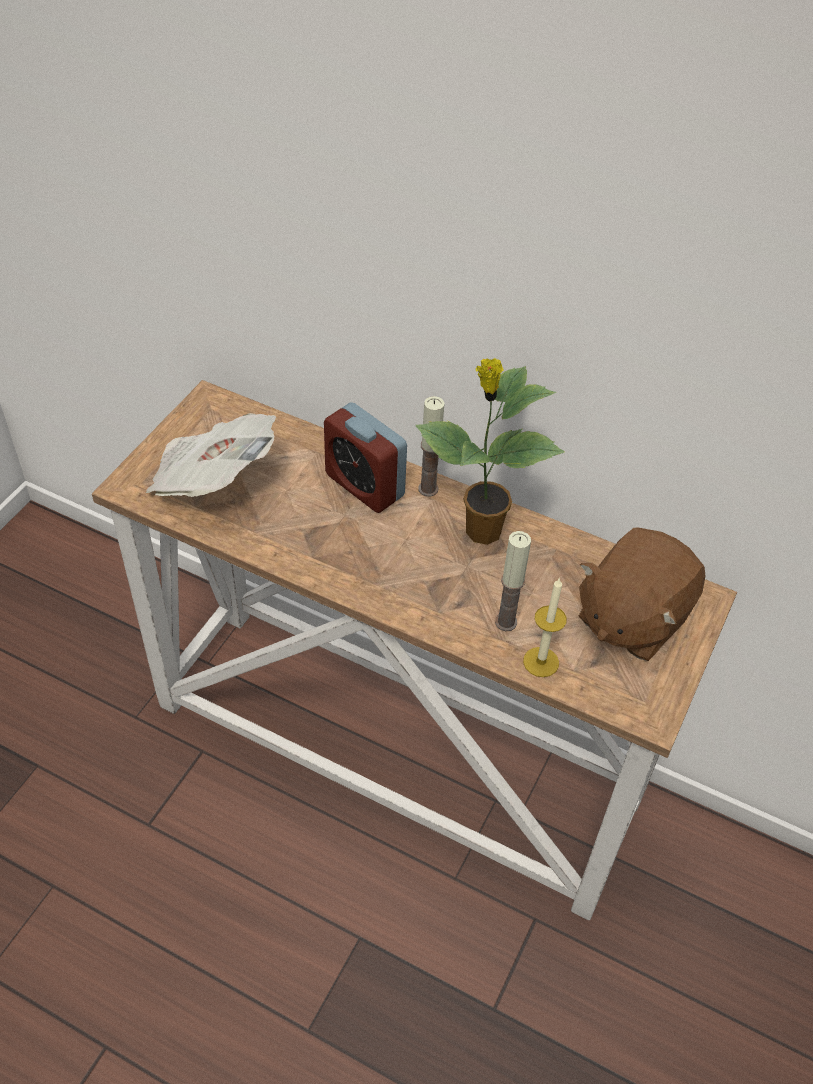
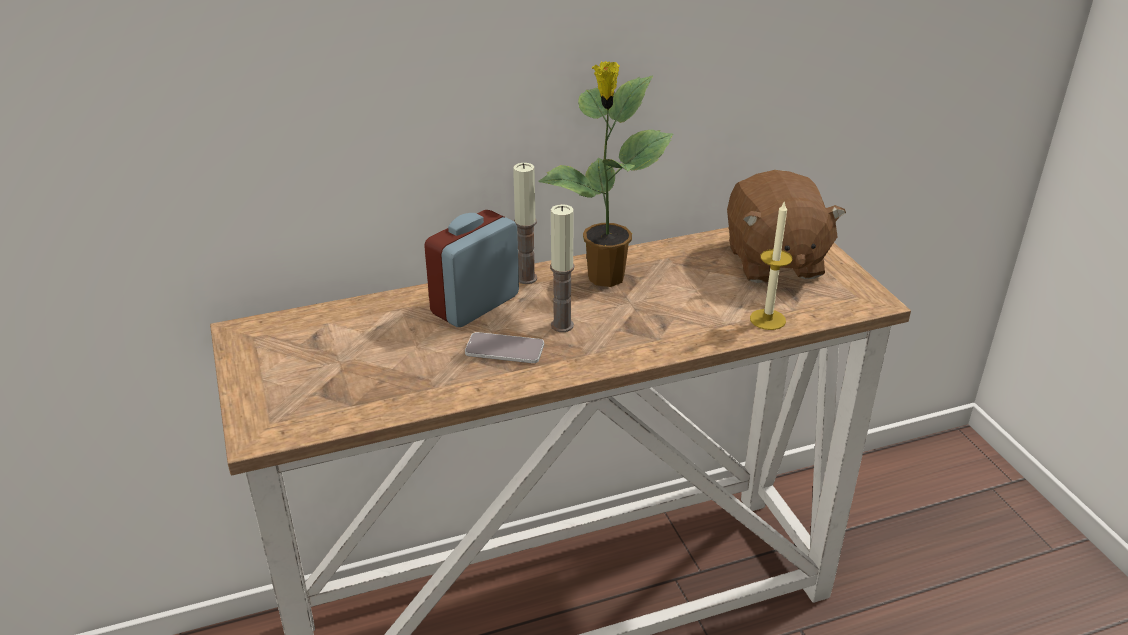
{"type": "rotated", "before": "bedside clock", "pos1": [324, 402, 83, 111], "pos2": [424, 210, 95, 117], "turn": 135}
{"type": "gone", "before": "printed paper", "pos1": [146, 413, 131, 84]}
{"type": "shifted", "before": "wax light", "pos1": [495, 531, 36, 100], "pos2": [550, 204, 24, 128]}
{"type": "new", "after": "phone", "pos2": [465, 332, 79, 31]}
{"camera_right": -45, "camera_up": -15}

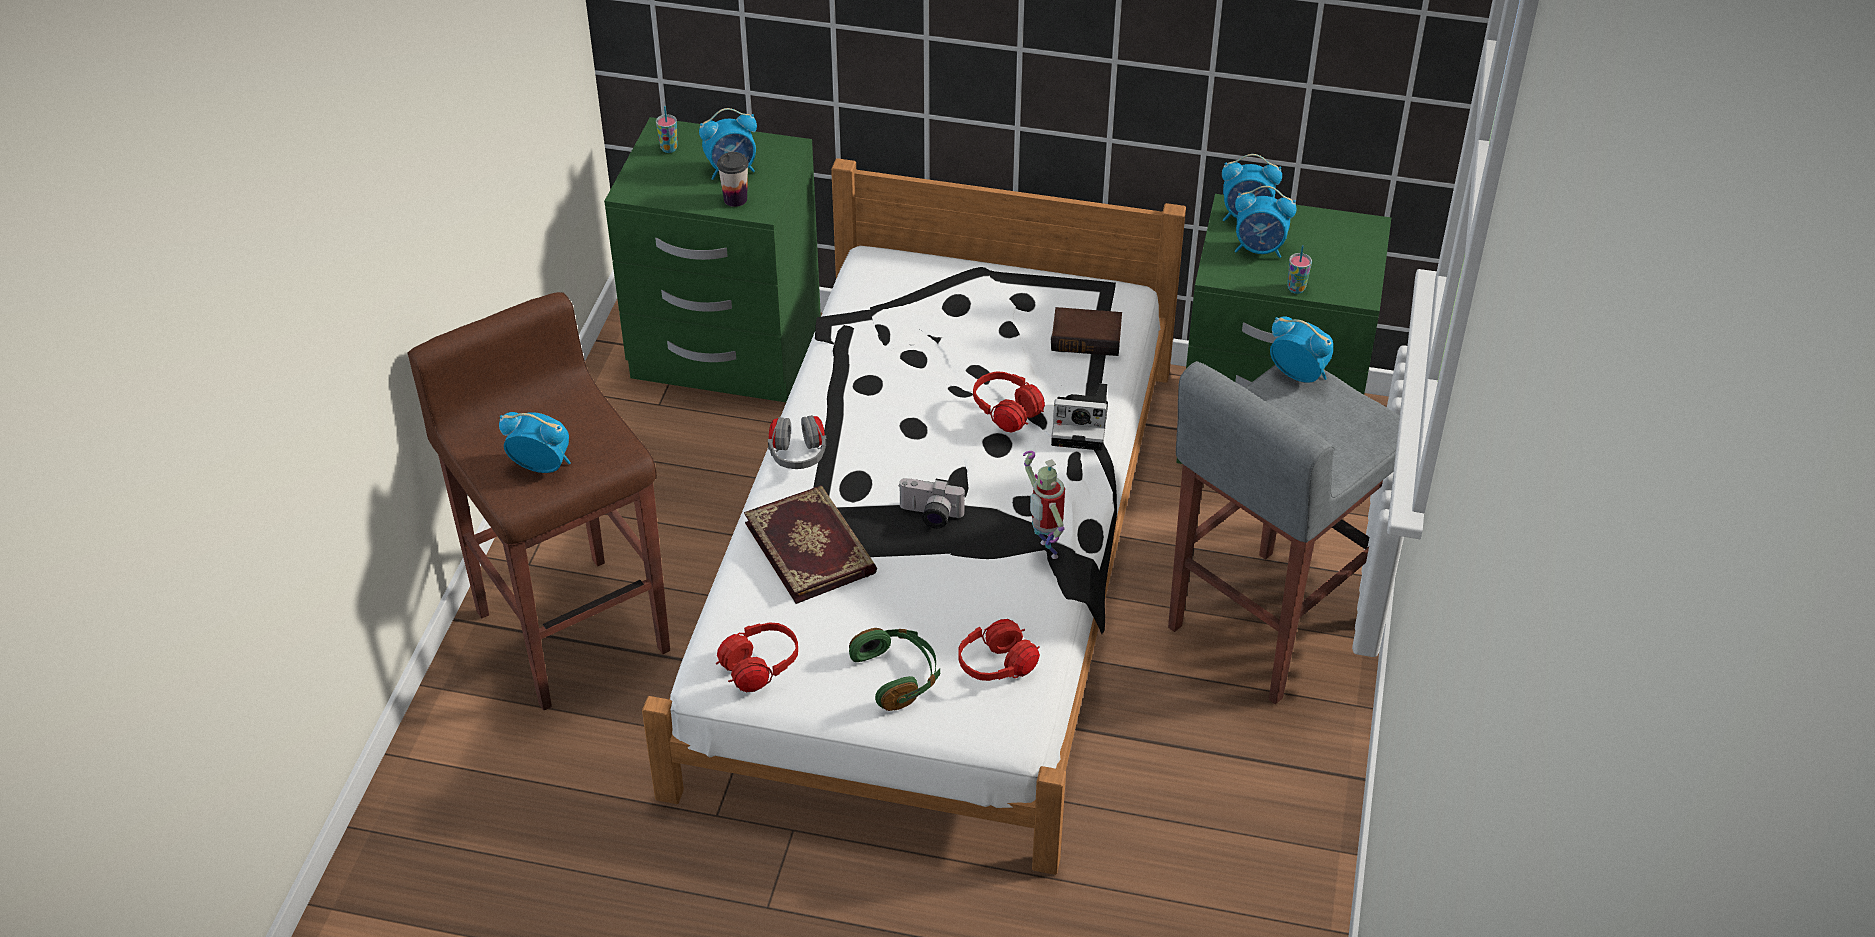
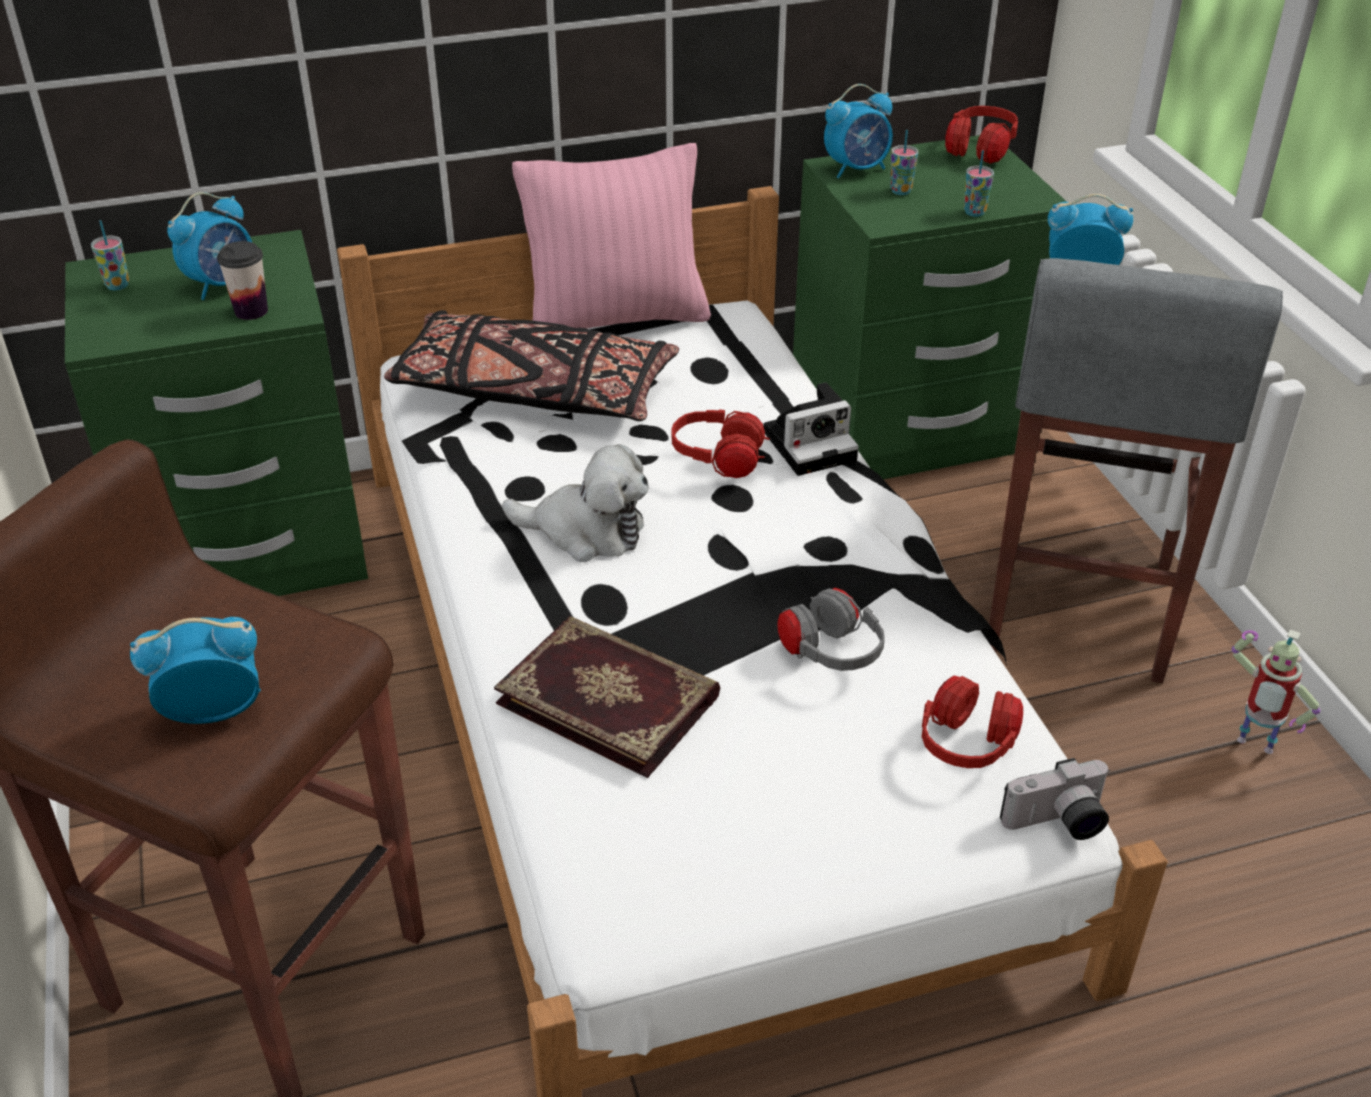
{"type": "swapped", "before": "bedside clock", "after": "small cup", "pos1": [1235, 186, 61, 72], "pos2": [890, 130, 28, 65]}
{"type": "gone", "before": "volume", "pos1": [1051, 307, 71, 49]}
{"type": "shifted", "before": "greyish headphones", "pos1": [768, 415, 59, 54], "pos2": [777, 588, 108, 83]}
{"type": "shifted", "before": "model robot", "pos1": [1023, 451, 42, 108], "pos2": [1231, 630, 90, 124]}
{"type": "shifted", "before": "still camera", "pos1": [899, 478, 66, 50], "pos2": [1000, 758, 110, 82]}
{"type": "shifted", "before": "reddish headphones", "pos1": [716, 623, 82, 69], "pos2": [945, 106, 73, 58]}
{"type": "gone", "before": "greenish headphones", "pos1": [849, 628, 91, 83]}
{"type": "new", "after": "pink cushion", "pos2": [512, 143, 199, 186]}
{"type": "new", "after": "black cushion", "pos2": [384, 310, 295, 111]}
{"type": "new", "after": "plush toy", "pos2": [502, 444, 147, 118]}
{"camera_right": -30, "camera_up": -5}

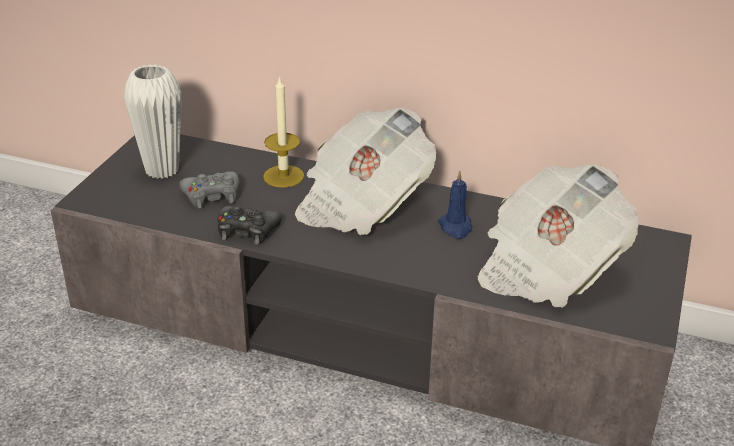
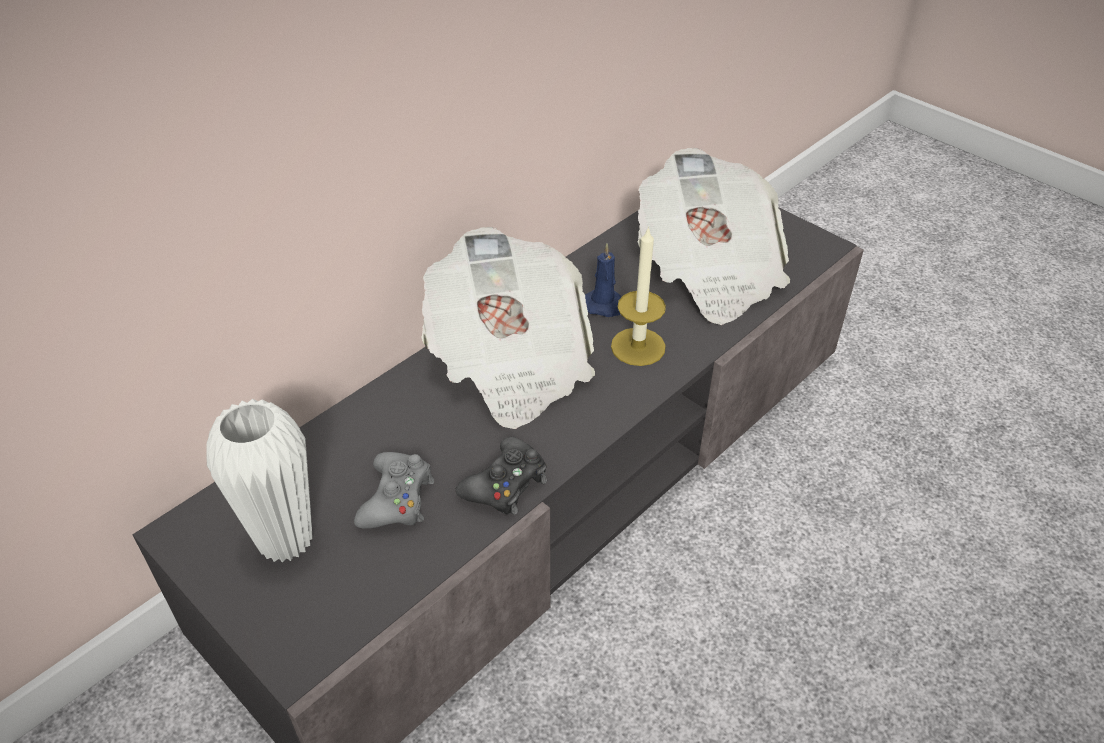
{"type": "shifted", "before": "wax light", "pos1": [263, 76, 41, 112], "pos2": [611, 226, 55, 140]}
{"camera_right": -65, "camera_up": 10}

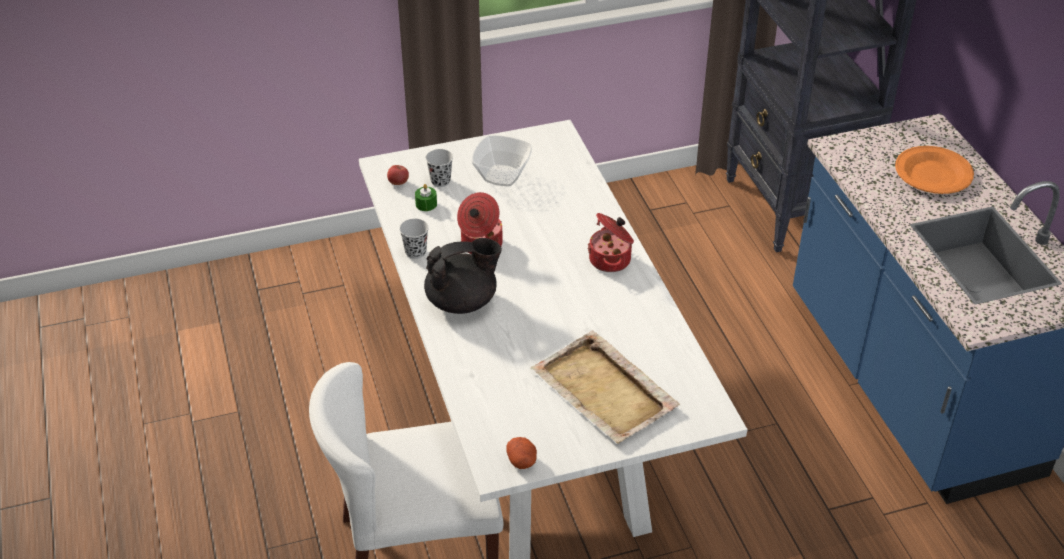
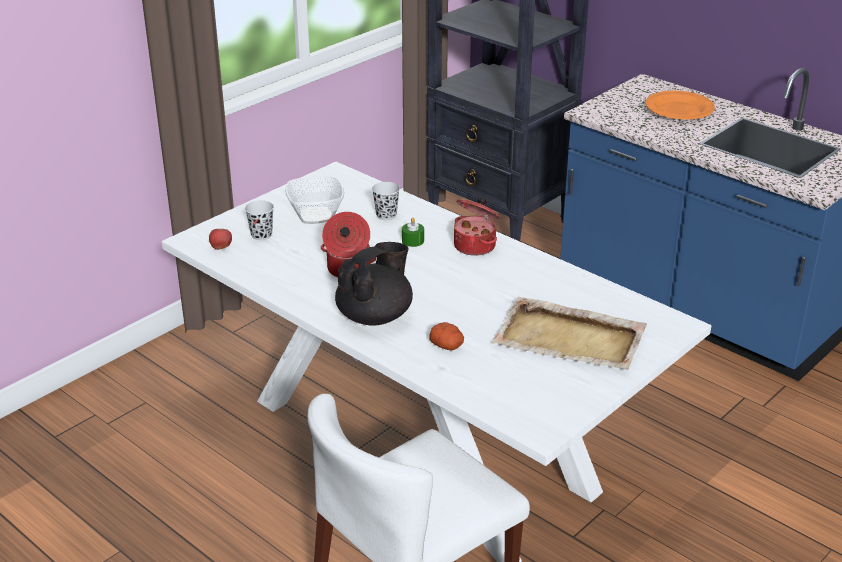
{"type": "shifted", "before": "greenish wax light", "pos1": [415, 184, 22, 27], "pos2": [402, 218, 22, 29]}
{"type": "shifted", "before": "black small cup", "pos1": [399, 219, 30, 40], "pos2": [372, 182, 28, 38]}
{"type": "shifted", "before": "whole potato", "pos1": [506, 437, 31, 32], "pos2": [429, 322, 35, 28]}
{"camera_right": -30, "camera_up": -10}

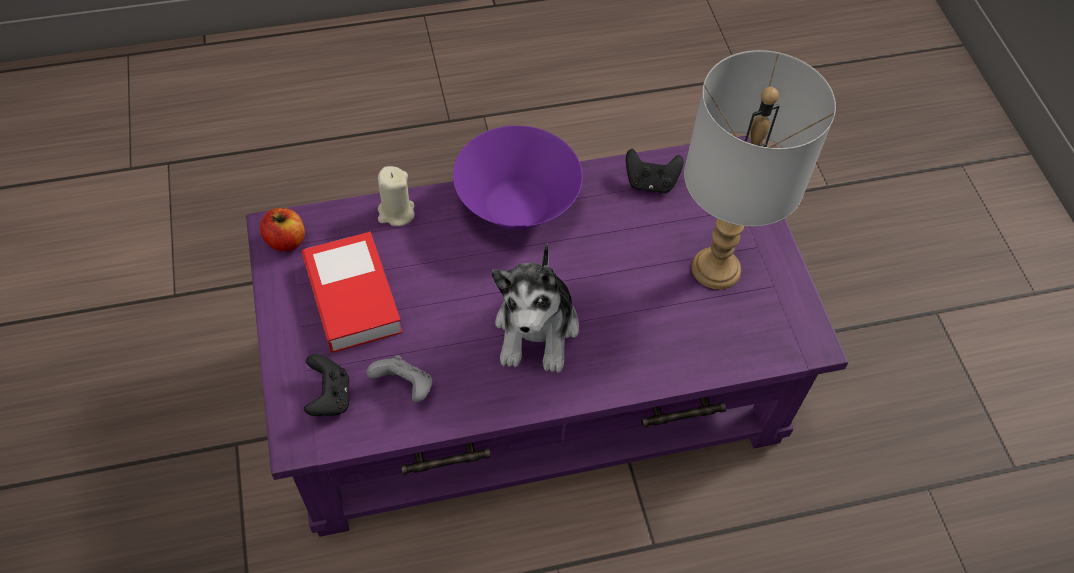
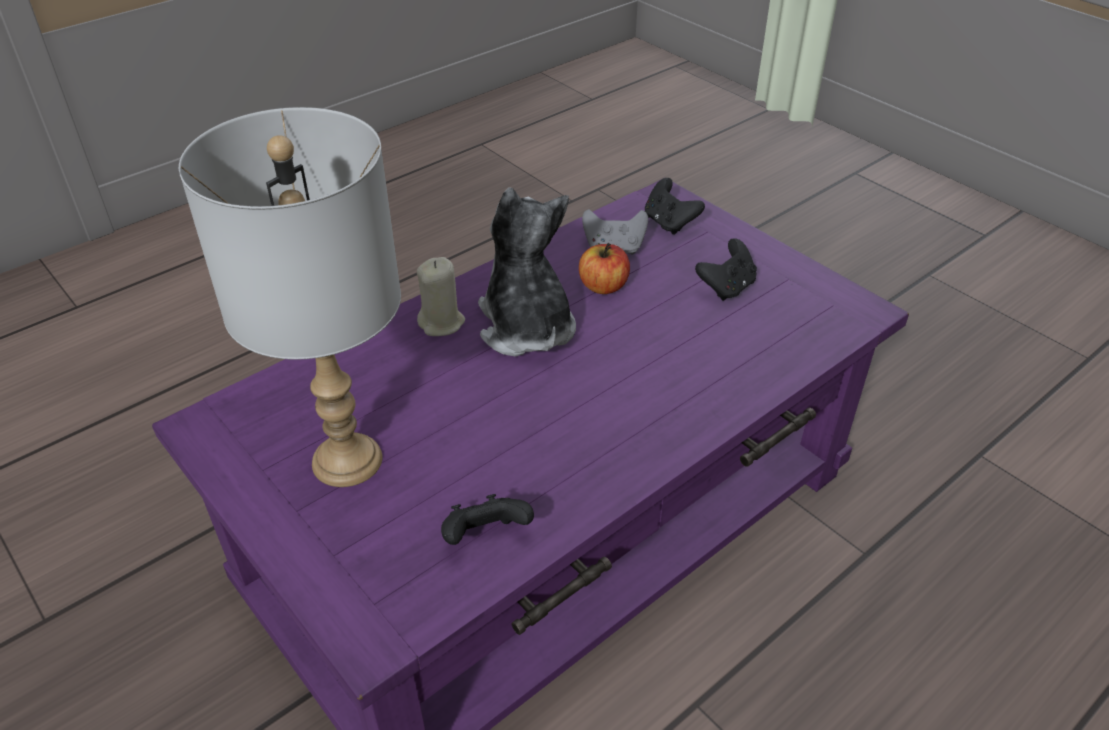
{"type": "gone", "before": "purple bowl", "pos1": [453, 125, 130, 105]}
{"type": "shifted", "before": "sand-coloured wax light", "pos1": [378, 166, 37, 60], "pos2": [417, 257, 48, 79]}
{"type": "shifted", "before": "apple", "pos1": [260, 208, 45, 44], "pos2": [579, 243, 51, 51]}
{"type": "swapped", "before": "volume", "after": "black game controller", "pos1": [302, 231, 100, 122], "pos2": [695, 238, 62, 63]}
{"camera_right": 155, "camera_up": -15}

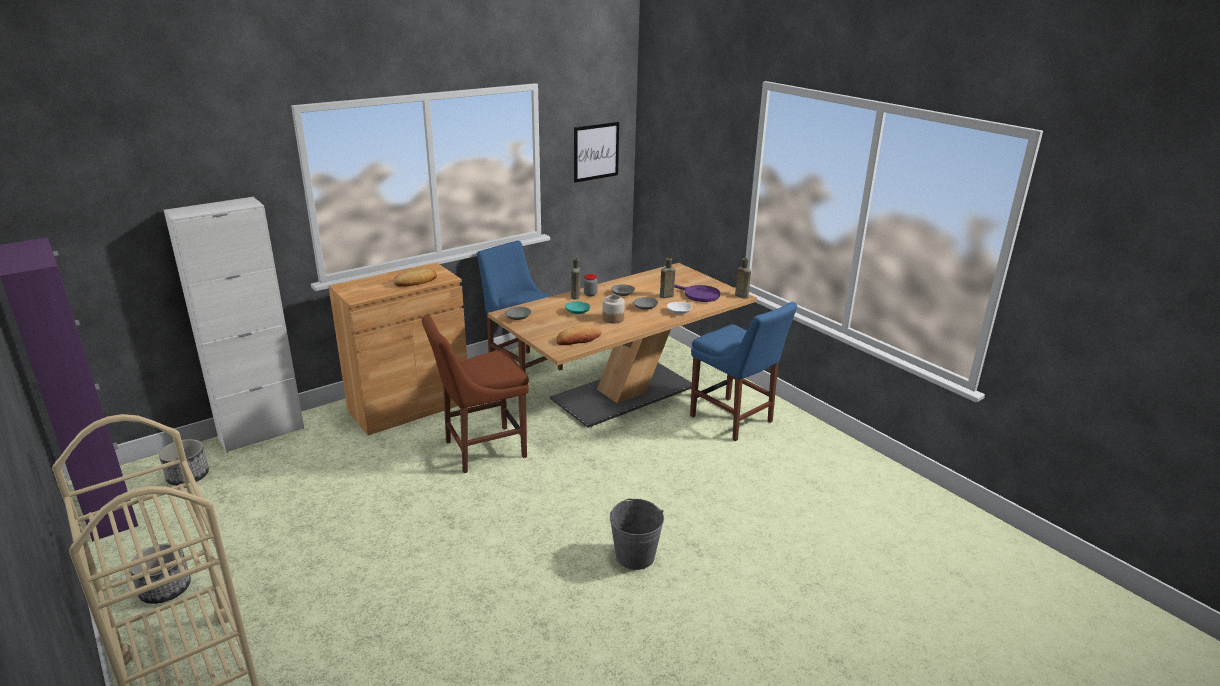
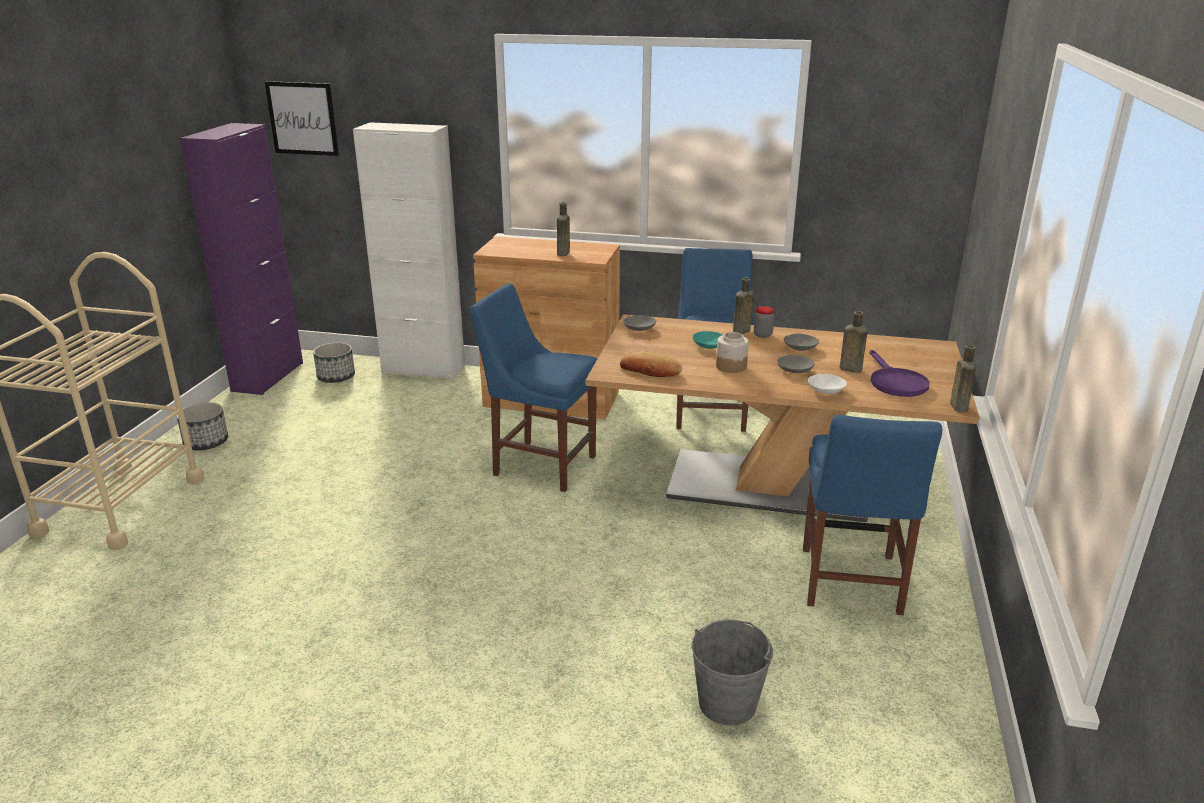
{"type": "shifted", "before": "wall picture", "pos1": [574, 122, 45, 61], "pos2": [265, 81, 74, 75]}
{"type": "swapped", "before": "baked bread", "after": "brownish bottle", "pos1": [393, 268, 44, 19], "pos2": [557, 202, 13, 54]}
{"type": "repainted", "before": "brownish upright chair", "after": "blue upright chair", "pos1": [422, 315, 107, 158], "pos2": [469, 284, 129, 208]}
{"type": "shifted", "before": "greyish bucket", "pos1": [610, 498, 54, 72], "pos2": [692, 619, 81, 107]}
{"camera_right": 50, "camera_up": 0}

